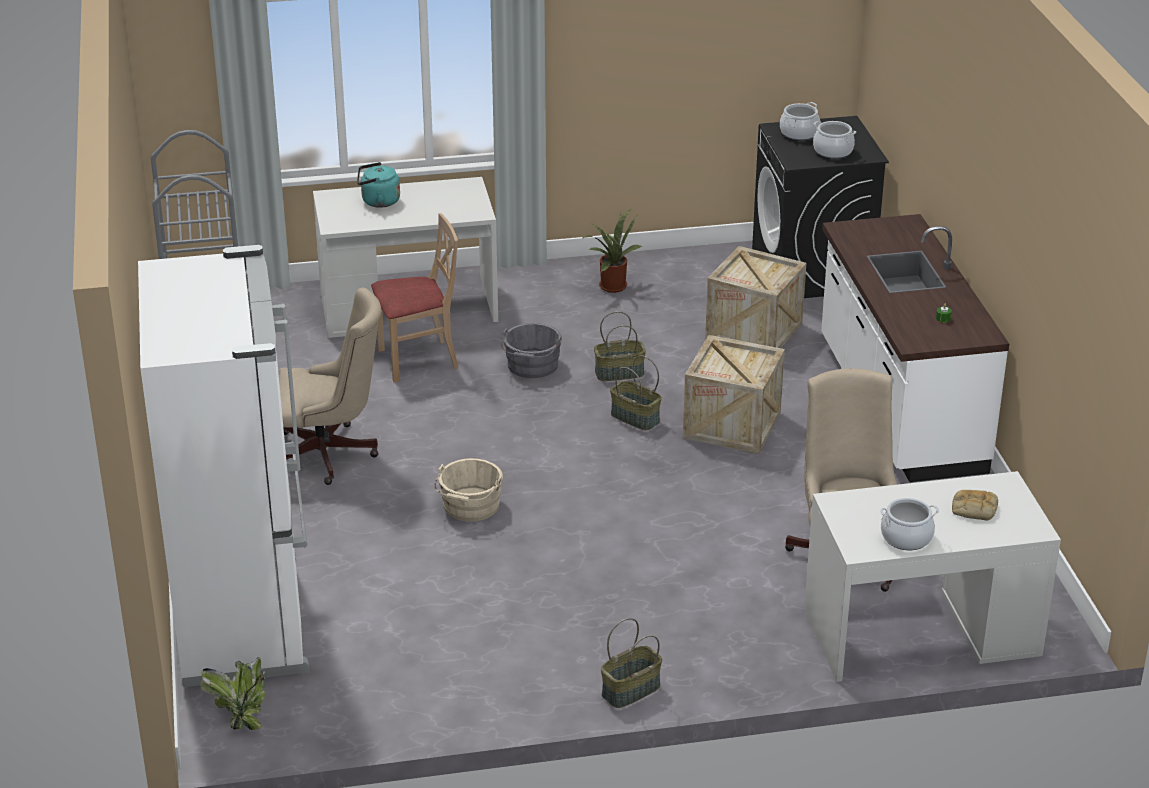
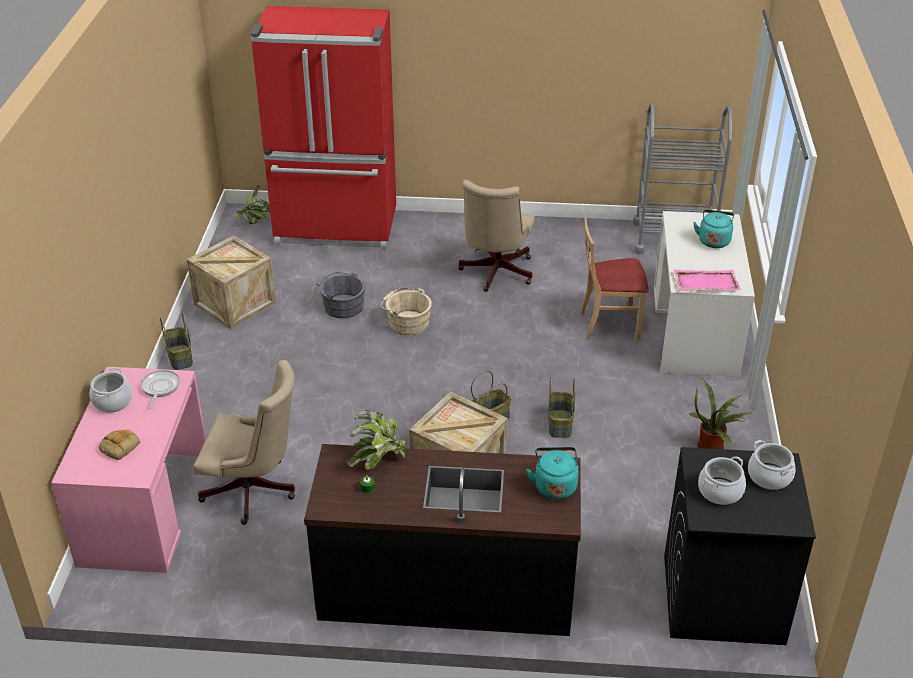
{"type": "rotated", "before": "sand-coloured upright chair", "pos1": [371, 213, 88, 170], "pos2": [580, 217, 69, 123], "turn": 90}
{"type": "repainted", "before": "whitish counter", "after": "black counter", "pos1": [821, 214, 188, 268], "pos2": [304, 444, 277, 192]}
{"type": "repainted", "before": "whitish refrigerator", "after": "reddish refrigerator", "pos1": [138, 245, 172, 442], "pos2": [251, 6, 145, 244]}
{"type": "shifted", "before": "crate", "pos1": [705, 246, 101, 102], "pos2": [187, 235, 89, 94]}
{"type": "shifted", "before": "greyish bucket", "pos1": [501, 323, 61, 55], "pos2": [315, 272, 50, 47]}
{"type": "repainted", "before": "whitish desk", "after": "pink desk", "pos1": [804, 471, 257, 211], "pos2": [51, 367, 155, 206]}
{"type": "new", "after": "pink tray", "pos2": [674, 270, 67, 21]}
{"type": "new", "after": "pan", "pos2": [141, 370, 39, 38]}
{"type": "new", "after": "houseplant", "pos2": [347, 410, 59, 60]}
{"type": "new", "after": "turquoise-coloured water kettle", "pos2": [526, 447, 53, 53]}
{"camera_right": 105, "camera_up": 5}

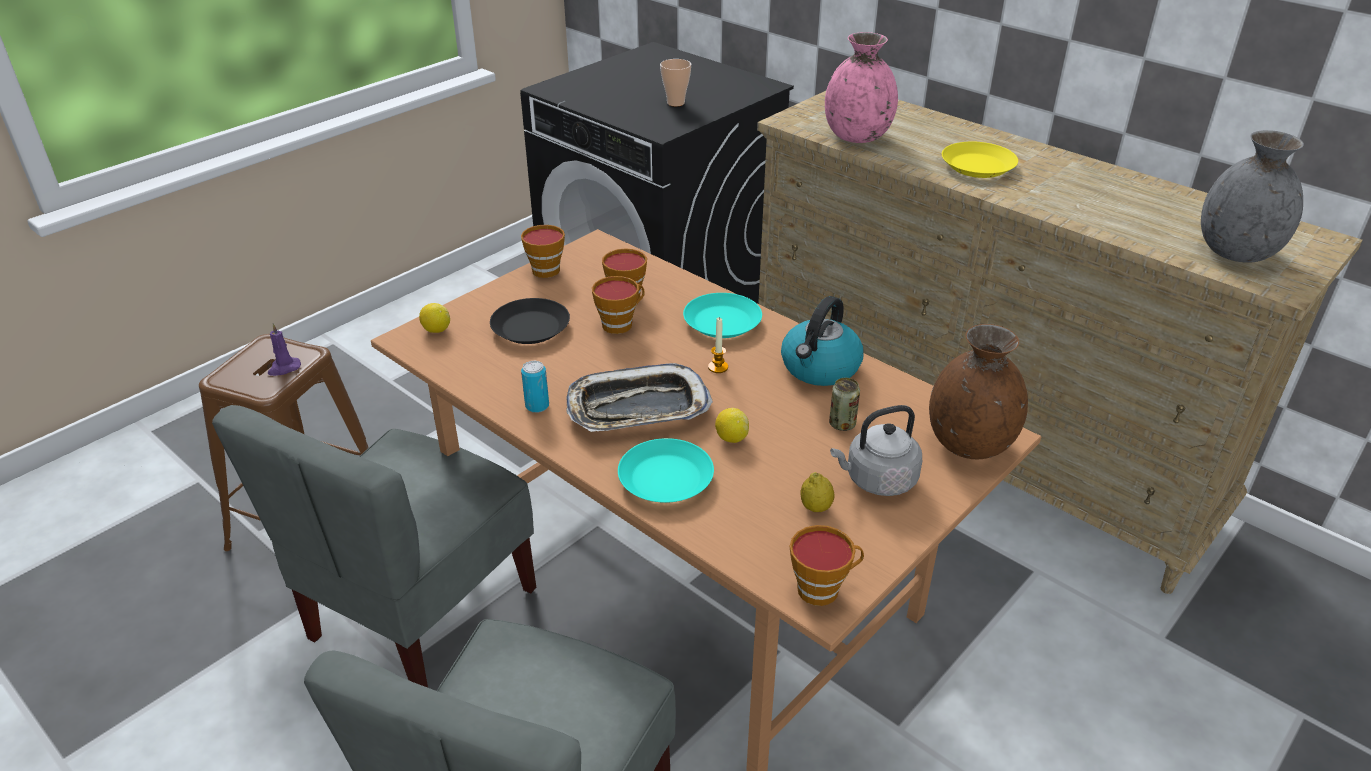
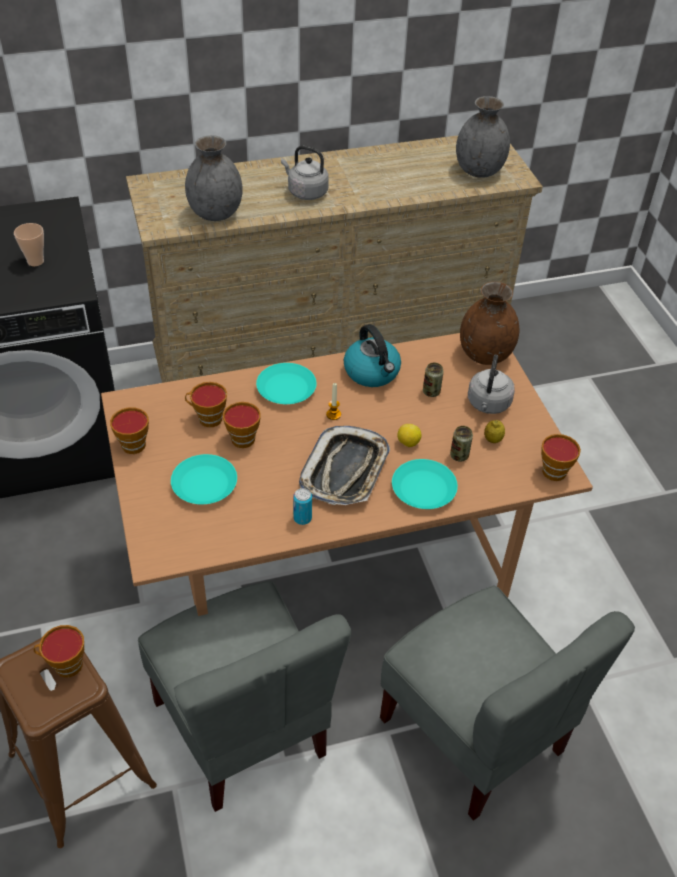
{"type": "repainted", "before": "pink flower vase", "after": "greyish flower vase", "pos1": [825, 32, 73, 111], "pos2": [185, 135, 58, 86]}
{"type": "swapped", "before": "yellow-coloured dinner plate", "after": "greyish water kettle", "pos1": [942, 142, 76, 36], "pos2": [281, 146, 48, 54]}
{"type": "repainted", "before": "black dinner plate", "after": "turquoise-coloured dinner plate", "pos1": [490, 298, 80, 46], "pos2": [171, 454, 66, 50]}
{"type": "gone", "before": "lemon", "pos1": [419, 303, 31, 30]}
{"type": "swapped", "before": "purple wax light", "after": "small cup", "pos1": [268, 324, 33, 52], "pos2": [34, 625, 50, 52]}
{"type": "new", "after": "can", "pos2": [450, 426, 23, 36]}
{"camera_right": -60, "camera_up": 10}

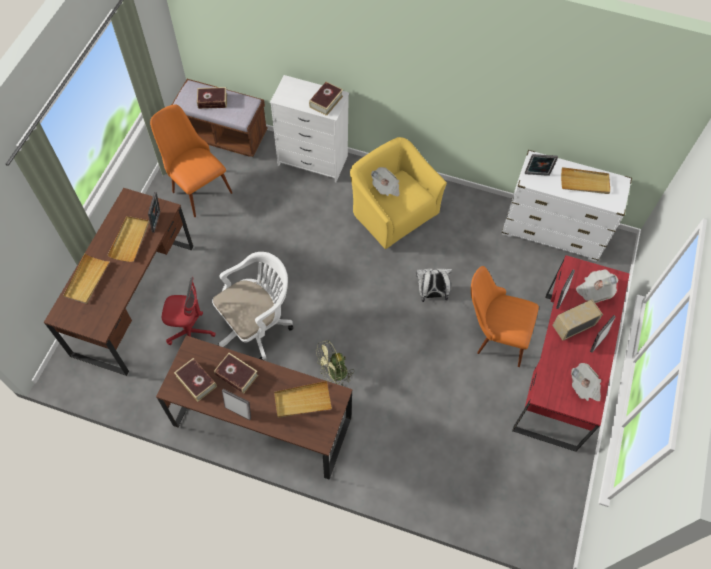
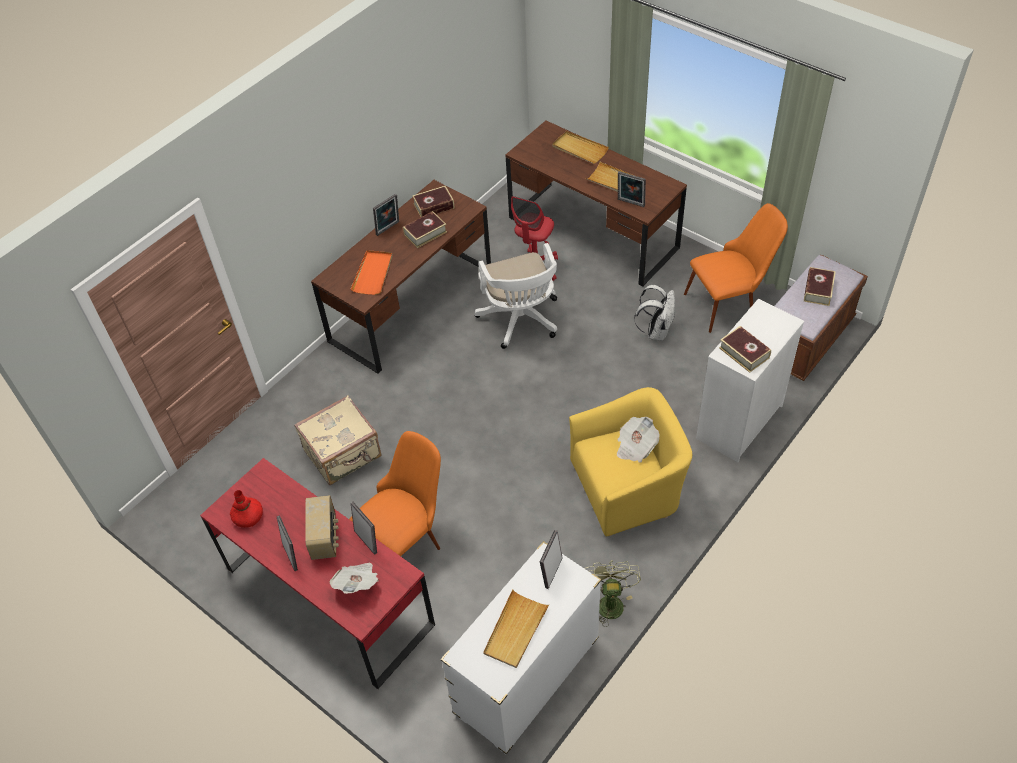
{"type": "shifted", "before": "whitish backpack", "pos1": [416, 269, 36, 33], "pos2": [634, 285, 41, 56]}
{"type": "shifted", "before": "greenish electric fan", "pos1": [316, 340, 37, 46], "pos2": [584, 560, 57, 67]}
{"type": "swapped", "before": "printed paper", "after": "reddish flower vase", "pos1": [571, 363, 30, 38], "pos2": [230, 490, 33, 38]}
{"type": "repainted", "before": "sand-coloured tray", "after": "orange-coloured tray", "pos1": [274, 381, 58, 37], "pos2": [350, 250, 42, 45]}
{"type": "new", "after": "sand-coloured travel case", "pos2": [294, 395, 88, 90]}
{"camera_right": 115, "camera_up": -10}

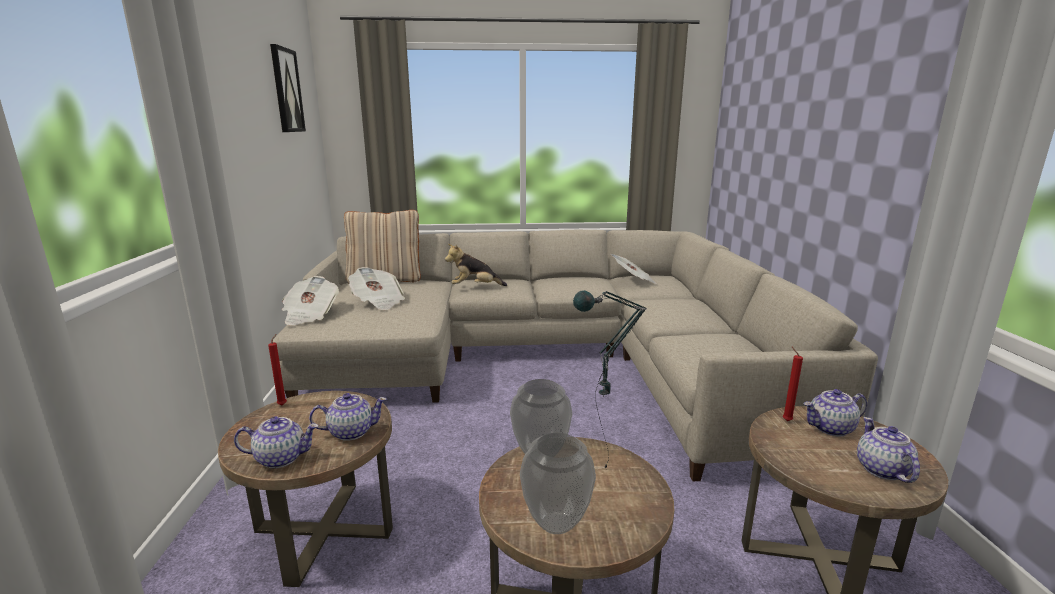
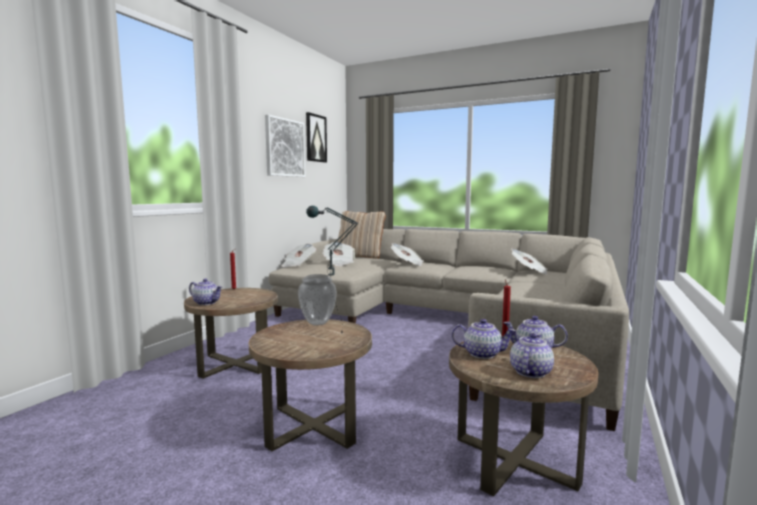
{"type": "swapped", "before": "plush toy", "after": "printed paper", "pos1": [445, 244, 62, 42], "pos2": [391, 243, 33, 23]}
{"type": "shifted", "before": "pot for tea", "pos1": [309, 393, 78, 48], "pos2": [452, 319, 64, 40]}
{"type": "gone", "before": "flower vase", "pos1": [520, 433, 76, 101]}
{"type": "new", "after": "wall picture", "pos2": [265, 114, 41, 63]}
{"camera_right": 30, "camera_up": -10}

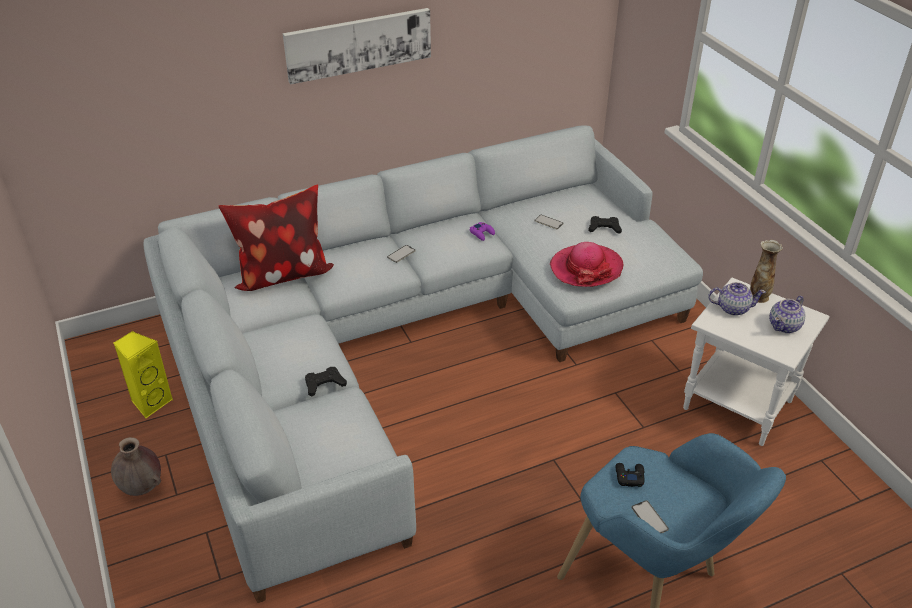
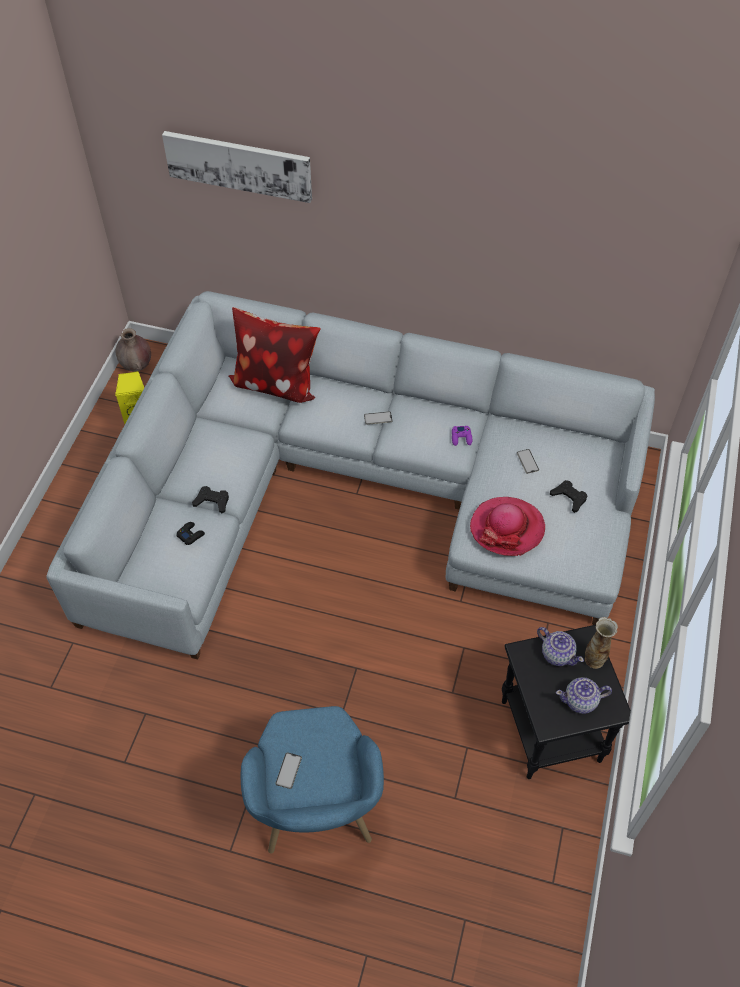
{"type": "shifted", "before": "wall picture", "pos1": [283, 8, 148, 77], "pos2": [162, 131, 150, 72]}
{"type": "repainted", "before": "whitish side table", "after": "black side table", "pos1": [683, 278, 147, 168], "pos2": [502, 625, 129, 154]}
{"type": "shifted", "before": "brownish flower vase", "pos1": [111, 437, 50, 59], "pos2": [115, 328, 36, 43]}
{"type": "shifted", "before": "black game controller", "pos1": [615, 463, 29, 24], "pos2": [177, 522, 28, 23]}
{"camera_right": 40, "camera_up": 15}

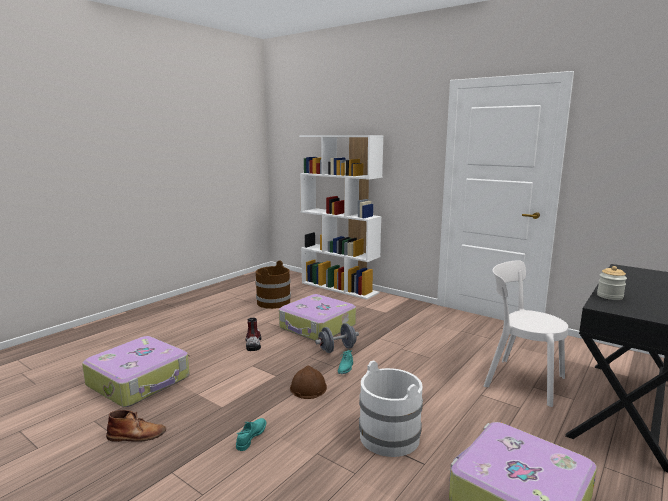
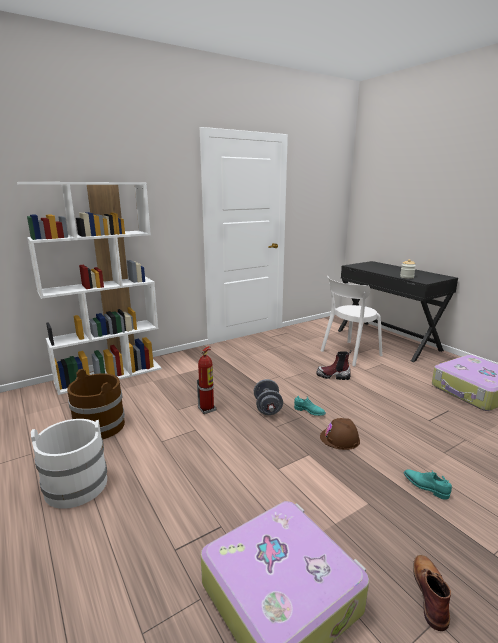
{"type": "swapped", "before": "travel case", "after": "fire extinguisher", "pos1": [279, 294, 77, 47], "pos2": [197, 346, 20, 68]}
{"type": "shifted", "before": "high-top boot", "pos1": [246, 317, 16, 34], "pos2": [316, 350, 36, 30]}
{"type": "shifted", "before": "whitish bucket", "pos1": [359, 360, 64, 97], "pos2": [31, 419, 76, 90]}
{"camera_right": -70, "camera_up": 5}

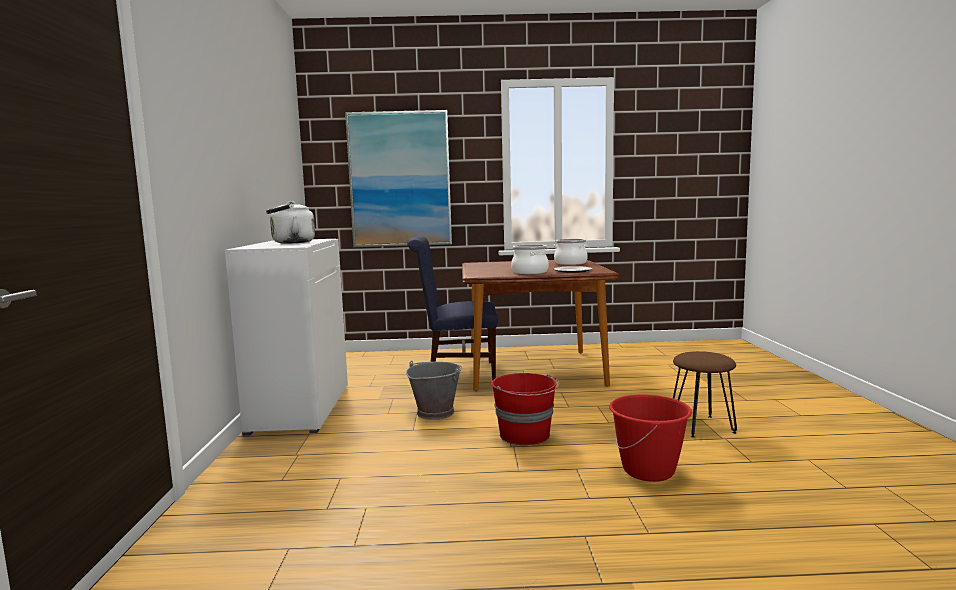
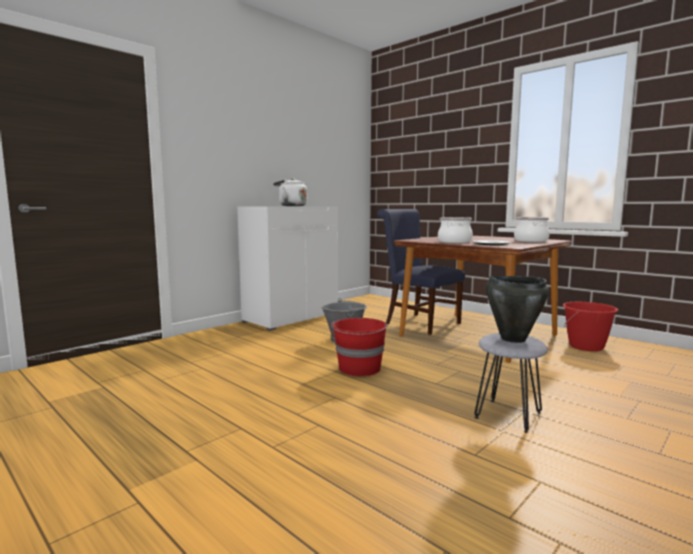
{"type": "gone", "before": "wall picture", "pos1": [345, 110, 107, 137]}
{"type": "repainted", "before": "brownish sitting stool", "after": "greyish sitting stool", "pos1": [673, 351, 64, 87], "pos2": [474, 333, 74, 100]}
{"type": "shifted", "before": "reddish bucket", "pos1": [609, 394, 83, 88], "pos2": [563, 302, 55, 49]}
{"type": "new", "after": "black cooking pot", "pos2": [486, 276, 63, 67]}
{"camera_right": 45, "camera_up": 0}

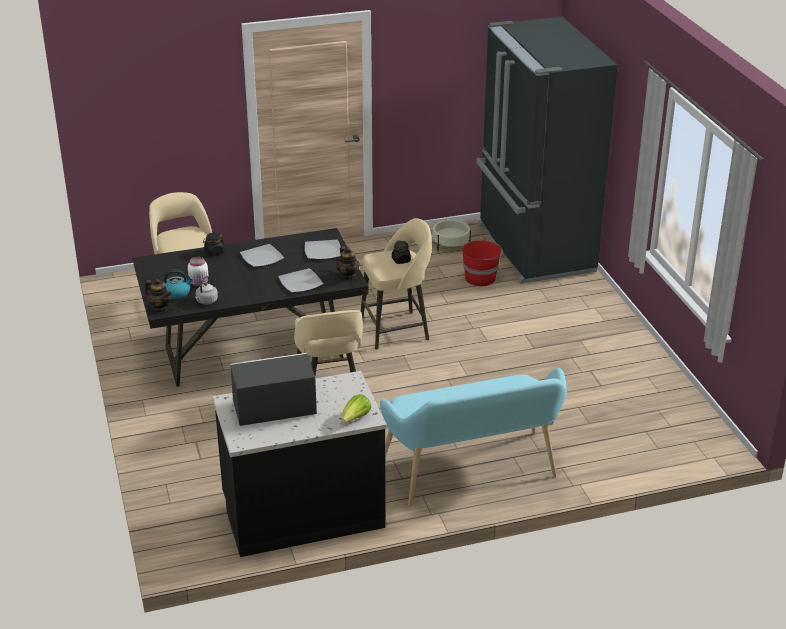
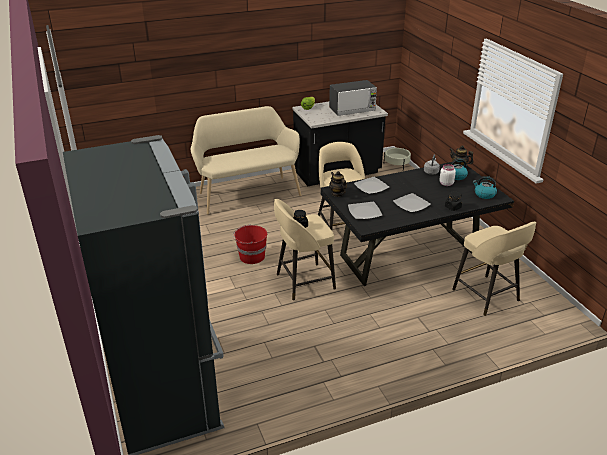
{"type": "shifted", "before": "sand-coloured plant pot", "pos1": [433, 219, 38, 33], "pos2": [384, 148, 27, 22]}
{"type": "shifted", "before": "reddish bucket", "pos1": [462, 239, 41, 47], "pos2": [233, 224, 34, 40]}
{"type": "repainted", "before": "turquoise-coloured indoor bench", "after": "sand-coloured indoor bench", "pos1": [380, 368, 187, 138], "pos2": [191, 106, 110, 109]}
{"type": "new", "after": "water kettle", "pos2": [473, 176, 24, 23]}
{"camera_right": 175, "camera_up": 0}

